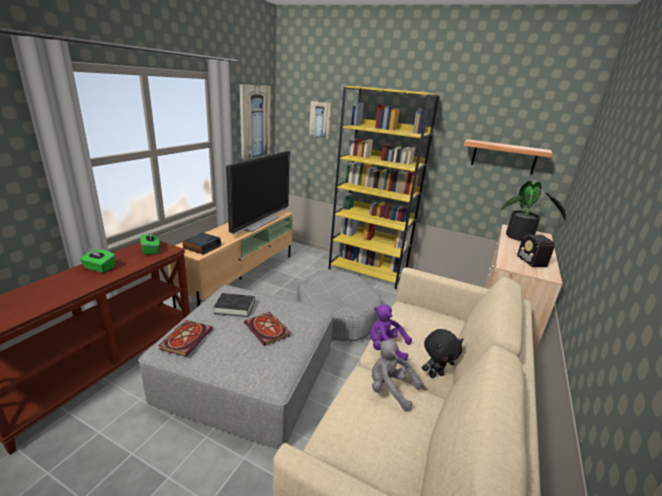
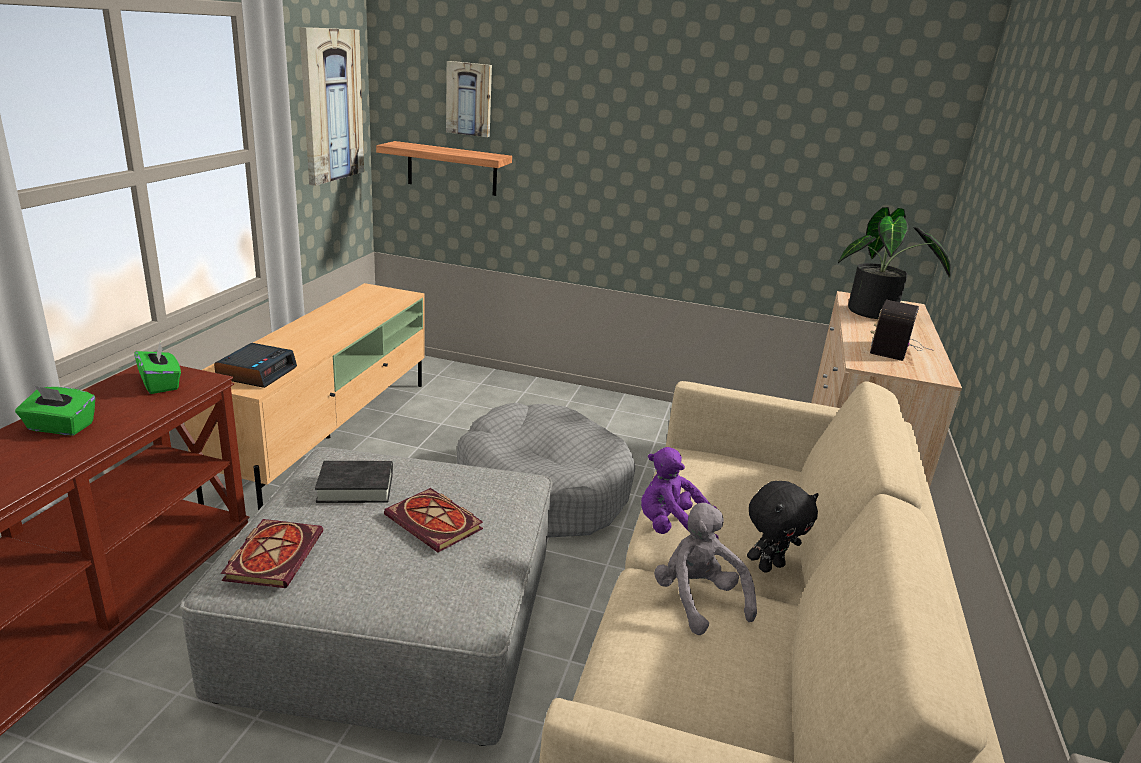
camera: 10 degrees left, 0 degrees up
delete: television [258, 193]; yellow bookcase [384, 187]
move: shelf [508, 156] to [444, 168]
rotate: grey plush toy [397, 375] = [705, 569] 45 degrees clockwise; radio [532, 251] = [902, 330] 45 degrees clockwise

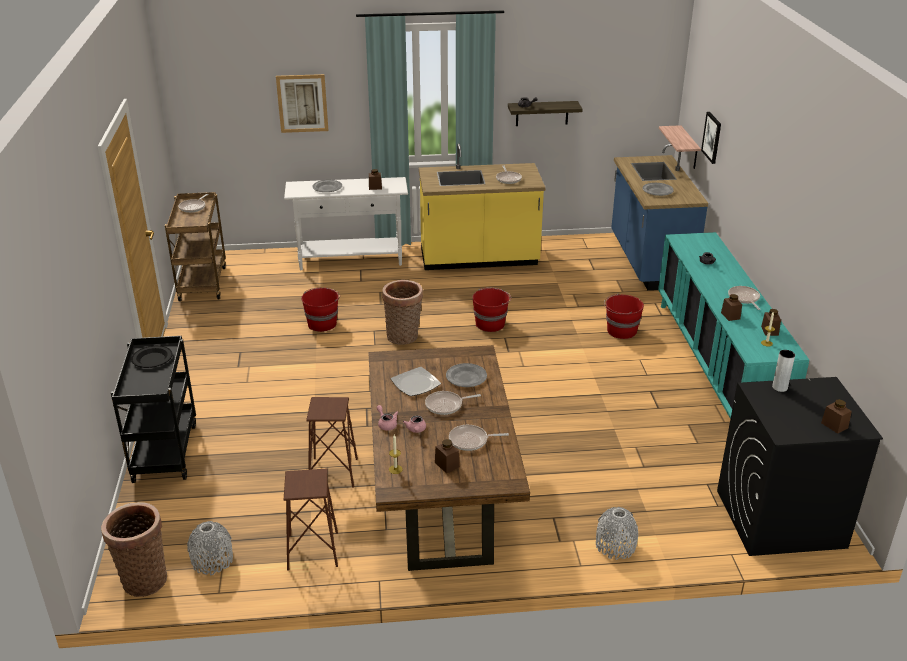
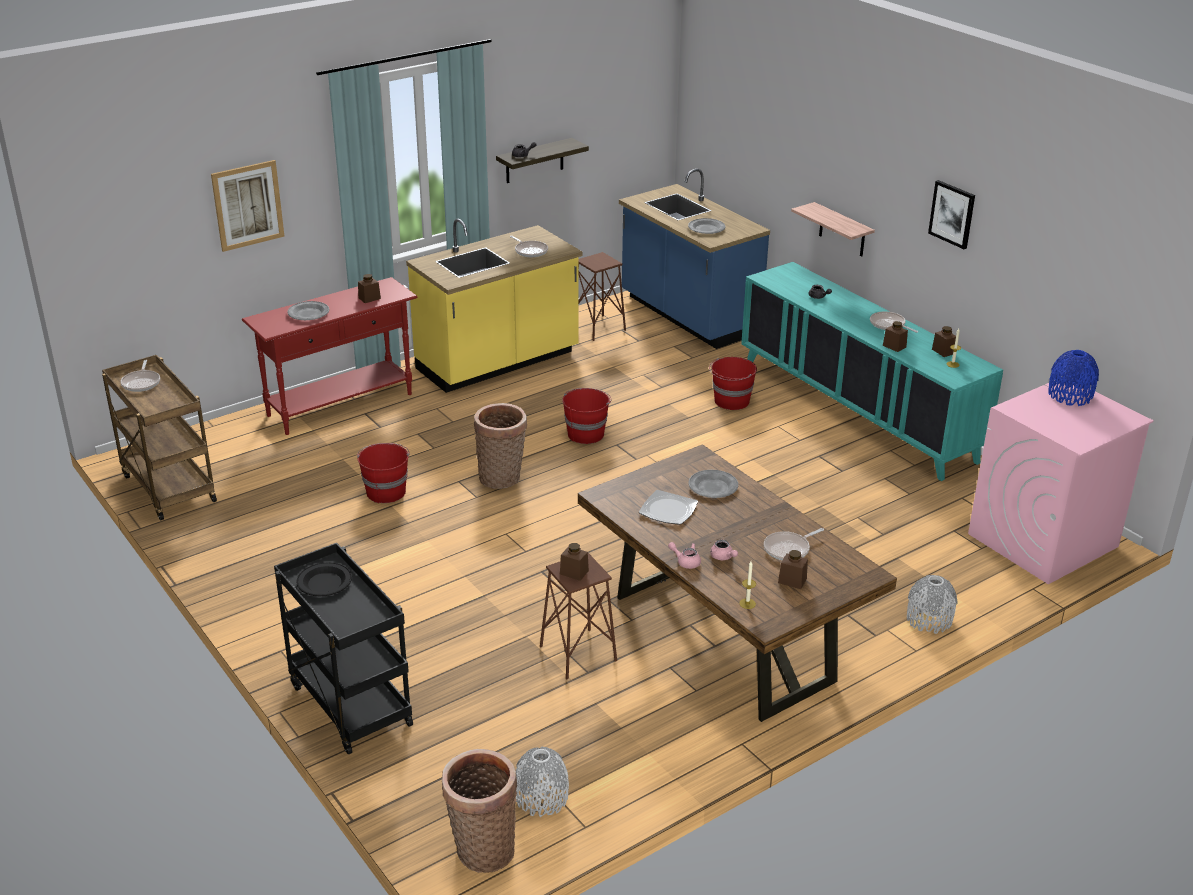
camera: 30 degrees left, 0 degrees up
delete: frying pan [453, 403]; grey vase [783, 371]
insert: blue vase [1073, 378]
move: brown jar [836, 416] to [574, 562]; brown stool [311, 520] to [602, 296]; shelf [680, 147] to [833, 229]; picture [711, 138] to [951, 214]
recolor: white console table [346, 223] to red console table [329, 356]; black washing machine [800, 466] to pink washing machine [1061, 480]

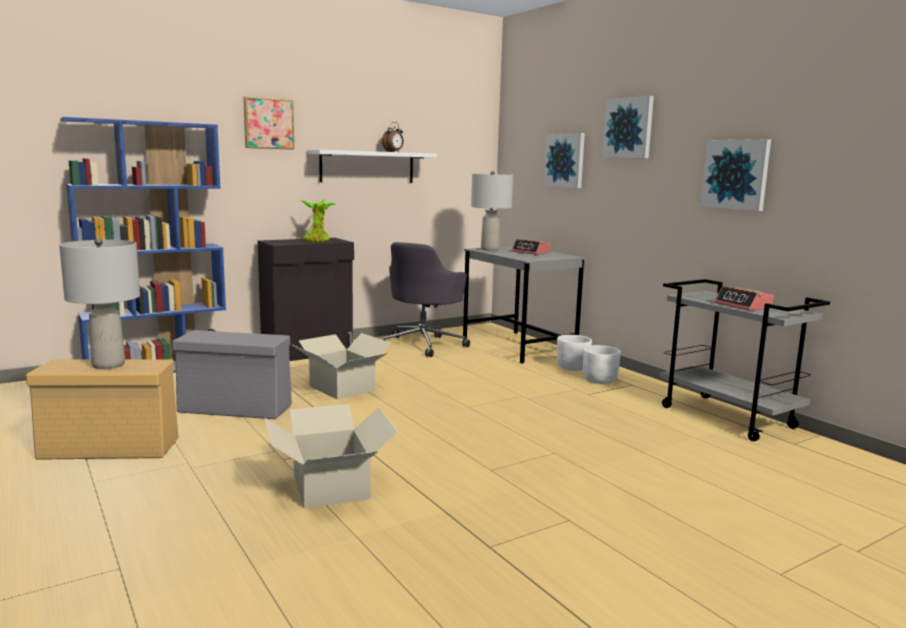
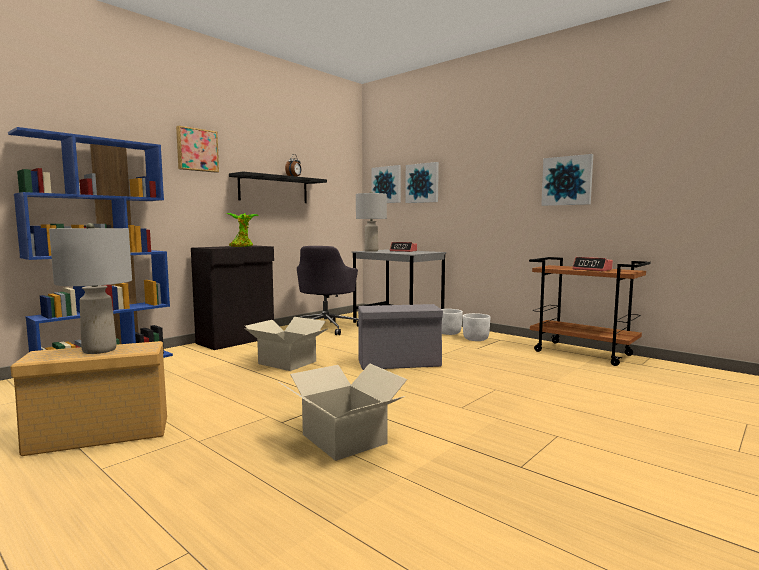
camera: 15 degrees left, 5 degrees down
move: grey storage box [232, 374] to [400, 337]; picture [628, 127] to [386, 184]
recolor: white shelf [372, 166] to black shelf [278, 187]; grey cart [744, 360] to brown cart [590, 311]

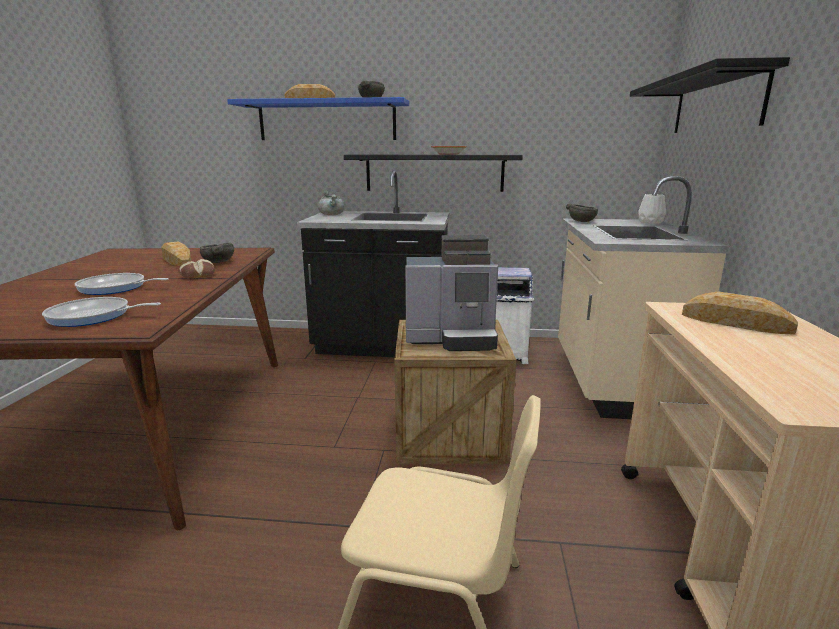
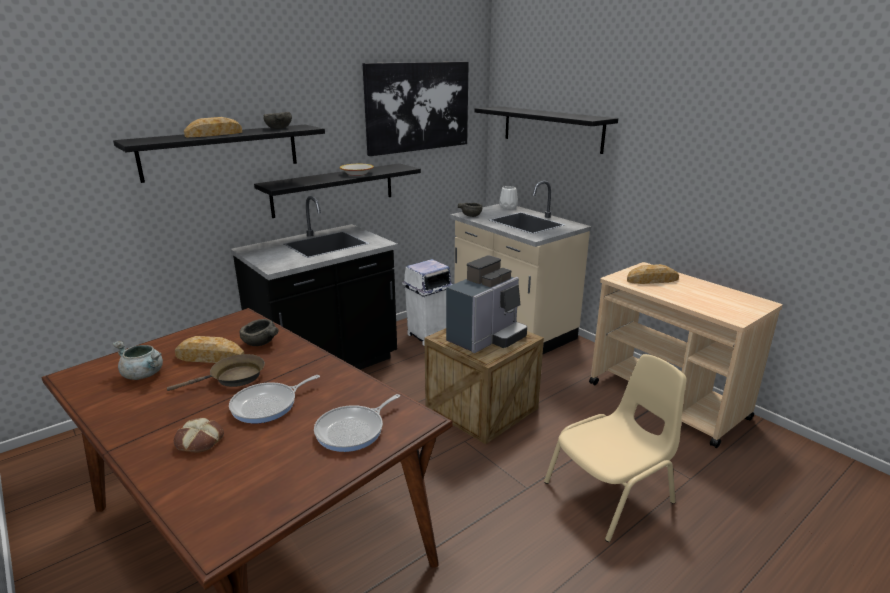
camera: 45 degrees left, 5 degrees up
insert: brown frying pan [216, 372]; picture [416, 109]
move: grey cooking pot [331, 203] to [137, 360]; bread [196, 269] to [199, 435]
recolor: blue shelf [318, 118] to black shelf [219, 154]

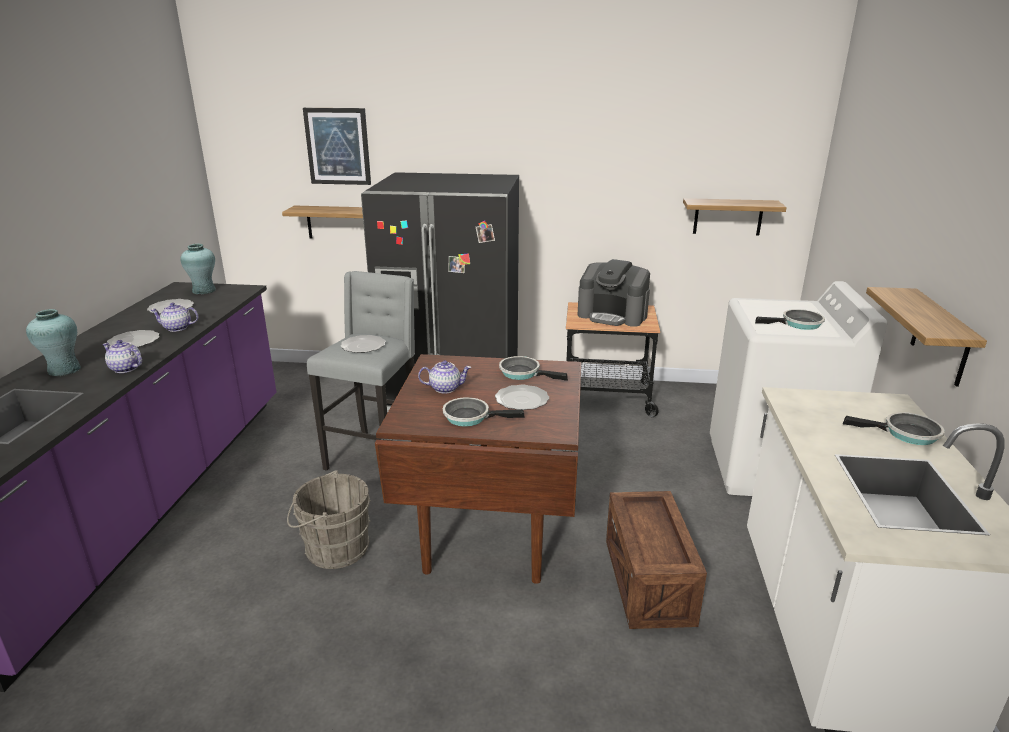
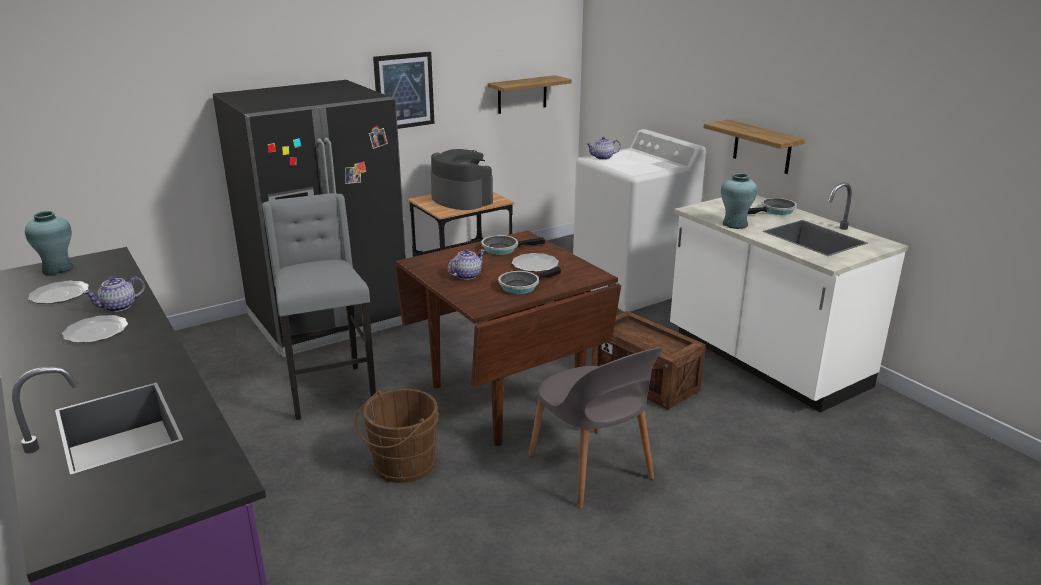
camera: 40 degrees left, 0 degrees up
delete: shelf [322, 221]; plate [363, 344]; frying pan [790, 319]
insert: grey chair [595, 427]
move: picture [337, 146] to [403, 90]; teapot [122, 356] to [603, 148]; turquoise vase [53, 342] to [739, 201]
recolor: grey bucket [329, 519] to brown bucket [396, 436]
rotate: coffee machine [613, 293] = [462, 179] 120 degrees counterclockwise

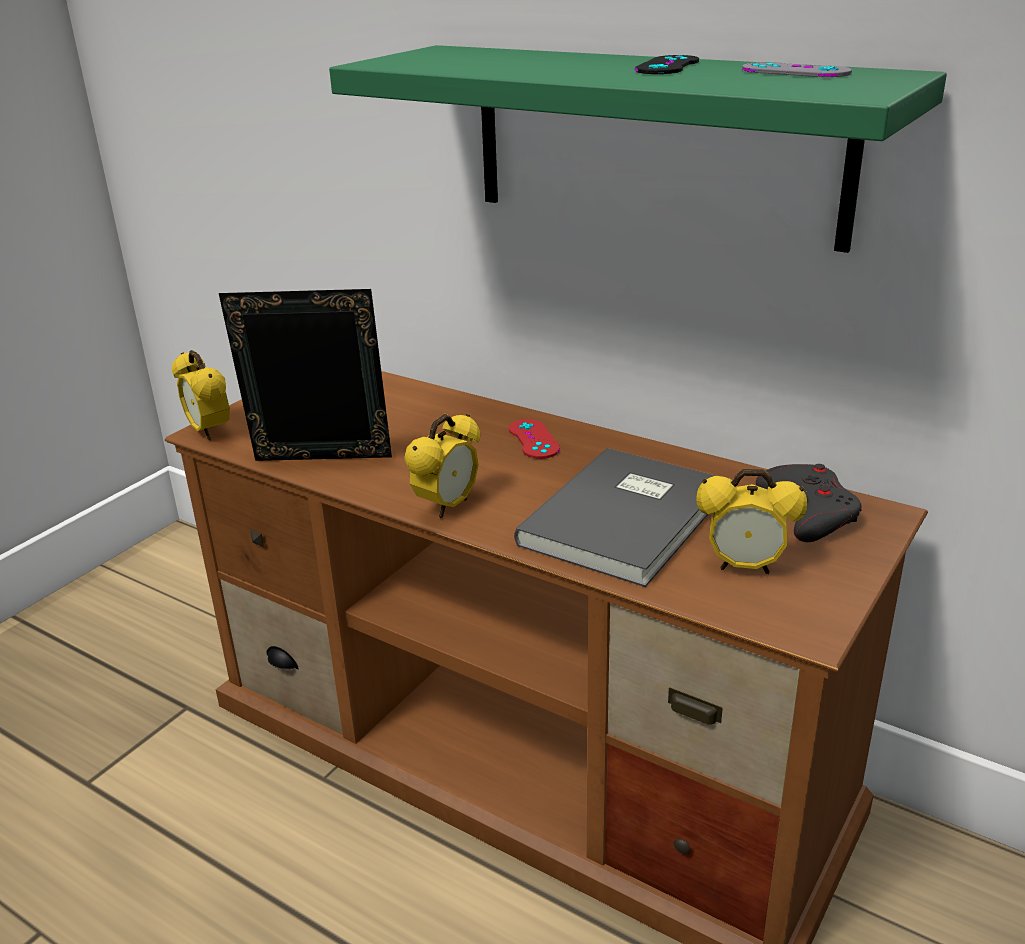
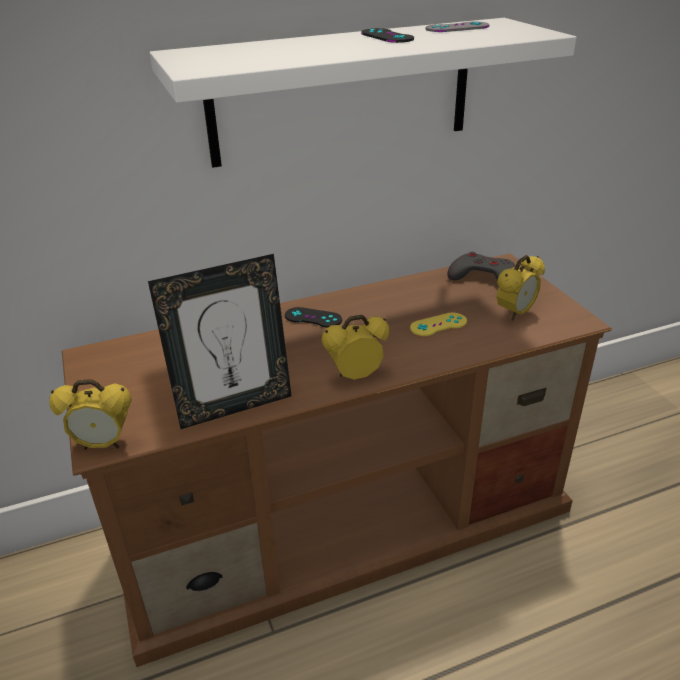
camera: 55 degrees left, 5 degrees up
replace: grey book [615, 517] to yellow game controller [438, 324]
recolor: green shelf [638, 149] to white shelf [363, 93]; red game controller [534, 439] to black game controller [313, 317]
rotate: picture frame [305, 375] = [220, 341] 150 degrees counterclockwise; alarm clock [442, 466] = [355, 347] 90 degrees counterclockwise

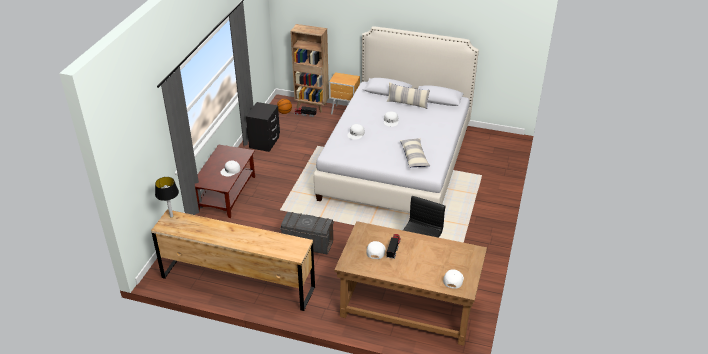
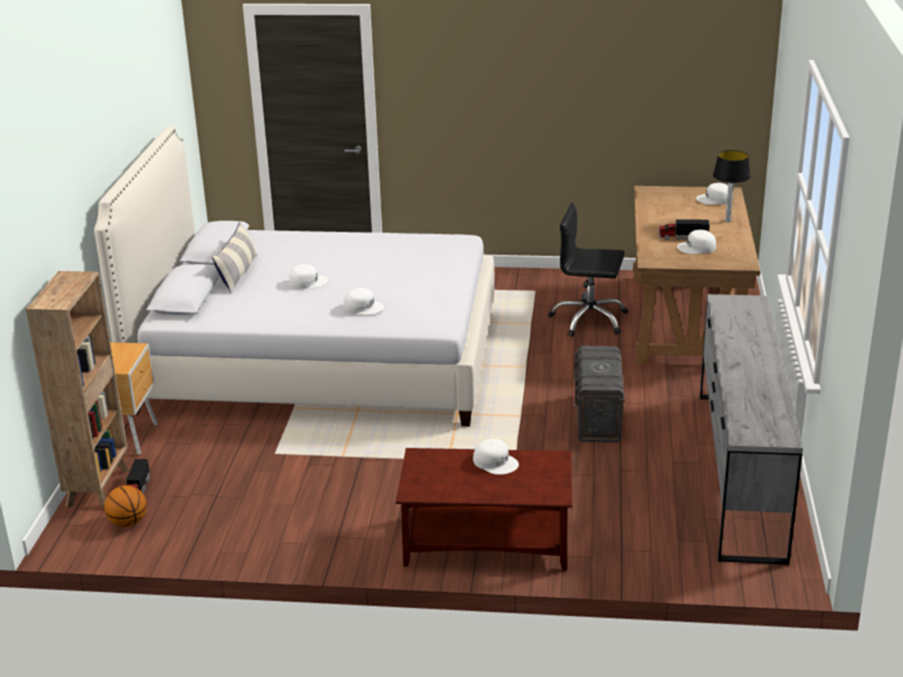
camera: 100 degrees left, 10 degrees down
delete: black nightstand [263, 127]; pillow [414, 153]
move: table lamp [167, 197] to [732, 186]
recolor: brown dresser [233, 260] to grey dresser [751, 429]

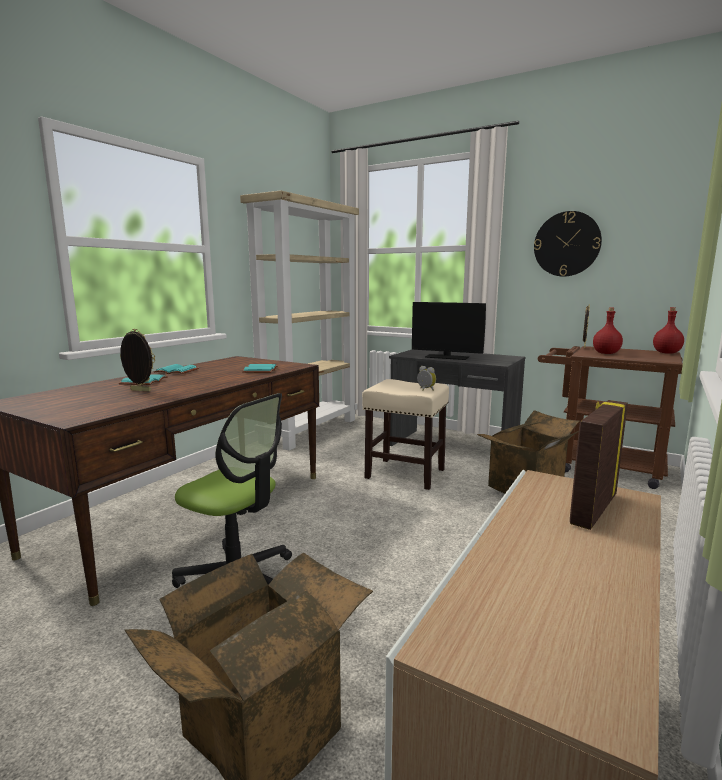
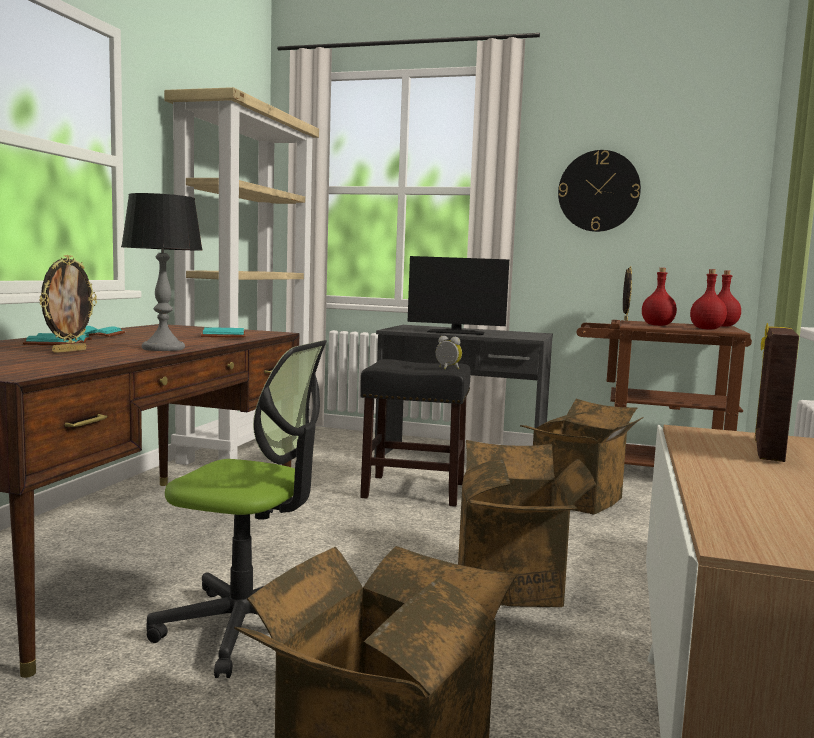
camera: 15 degrees left, 5 degrees down
insert: table lamp [162, 272]; cardboard box [527, 523]; red bottle [708, 299]
recolor: beige stool [405, 434] to black stool [415, 433]
rotate: picture frame [137, 360] = [68, 304] 120 degrees clockwise

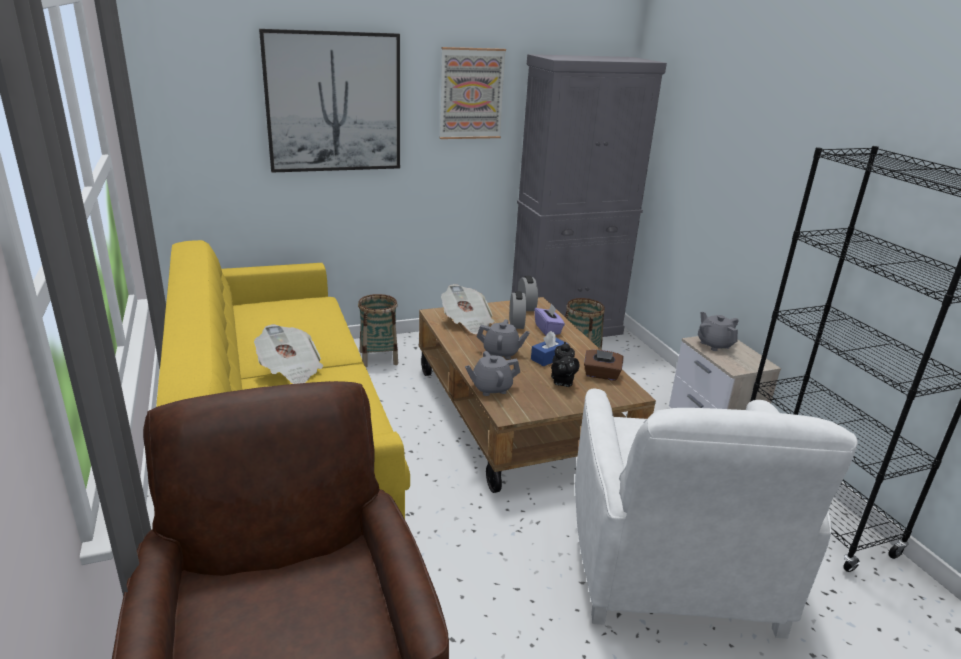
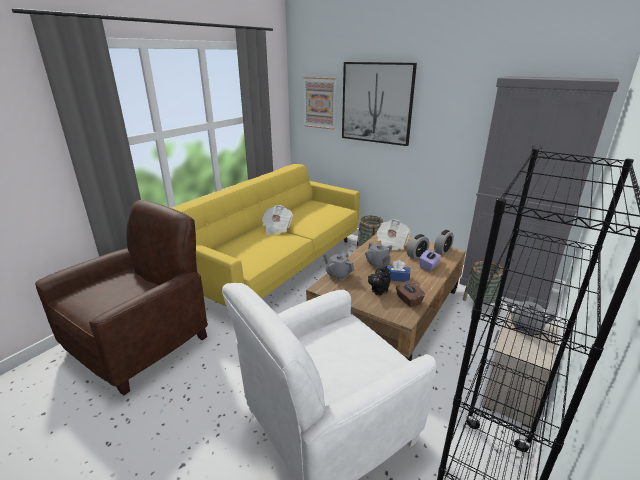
camera: 55 degrees right, 0 degrees up
move: picture [472, 93] to [320, 103]

